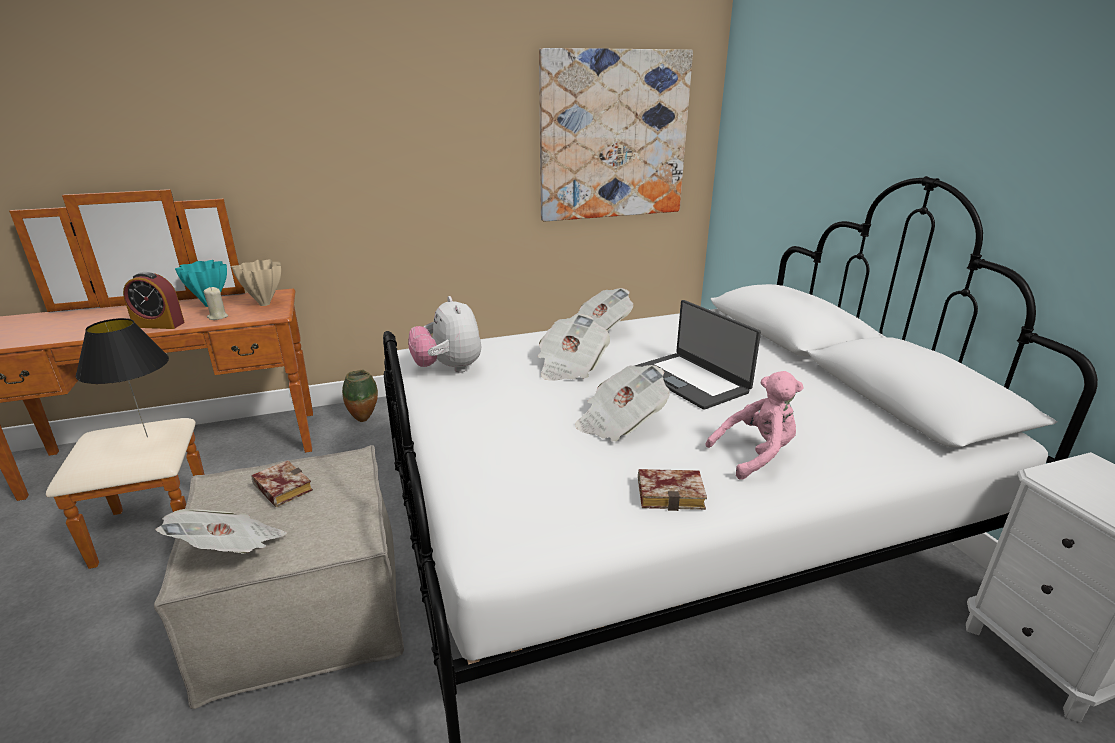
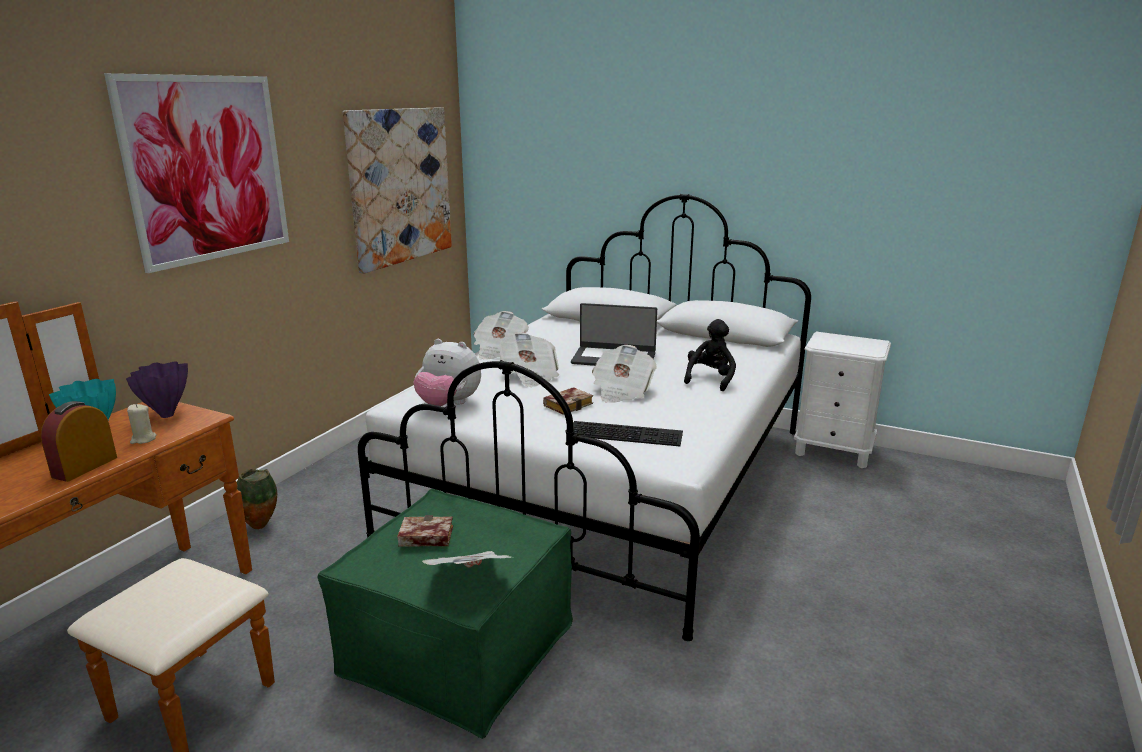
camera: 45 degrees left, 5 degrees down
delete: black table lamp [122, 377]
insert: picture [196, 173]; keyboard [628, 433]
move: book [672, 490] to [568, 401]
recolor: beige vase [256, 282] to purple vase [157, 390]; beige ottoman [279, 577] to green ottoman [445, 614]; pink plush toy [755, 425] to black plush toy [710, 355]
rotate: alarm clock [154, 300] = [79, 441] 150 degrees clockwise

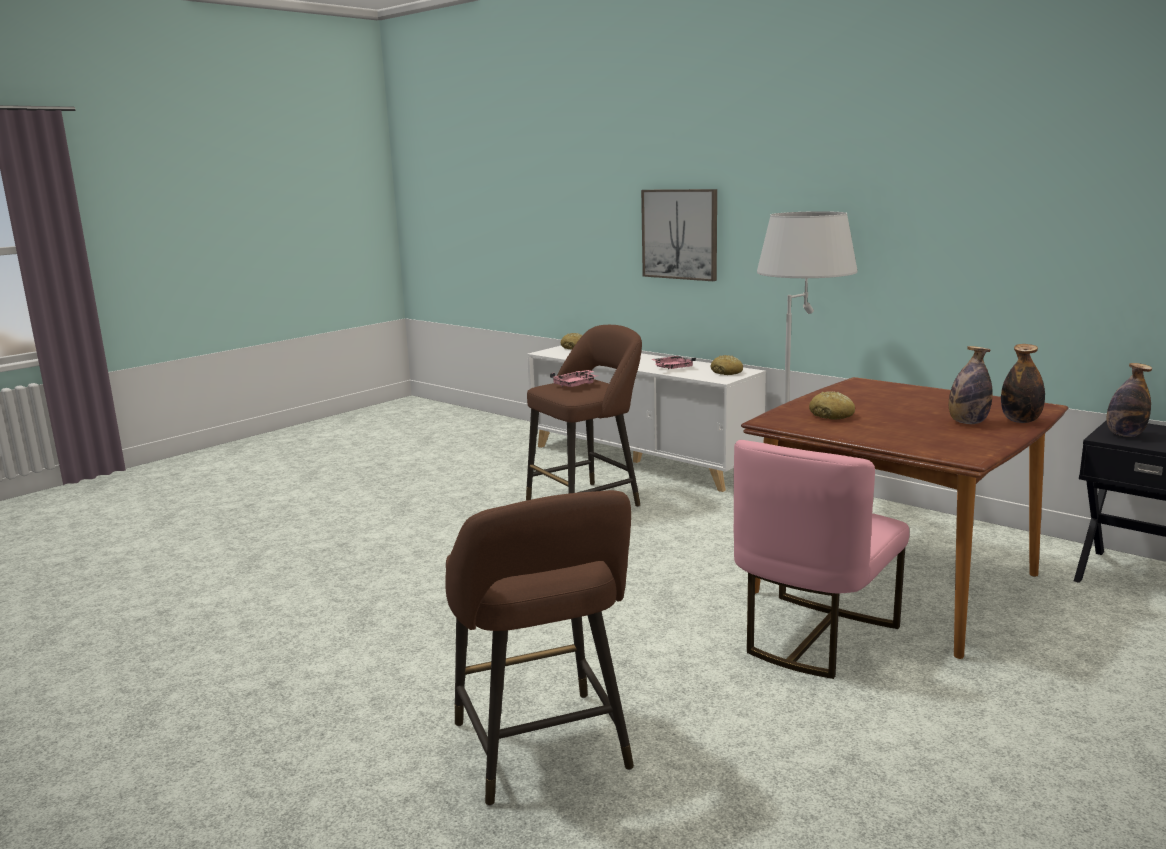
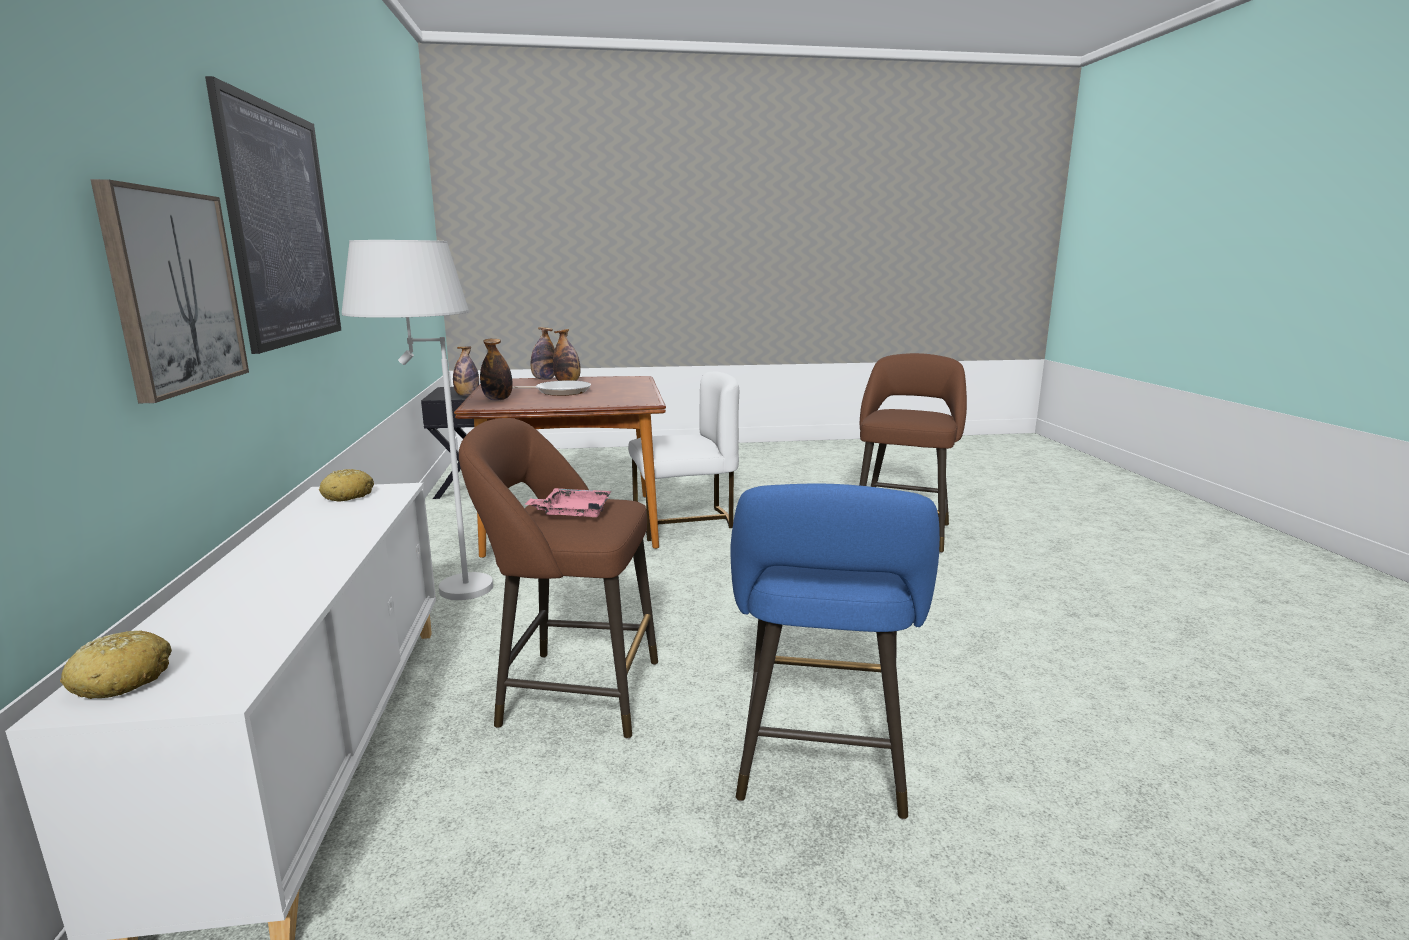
camera: 140 degrees left, 0 degrees up
delete: pink tray [673, 362]; bread [832, 405]
insert: picture [273, 215]; bottle [496, 370]; frying pan [551, 388]; blue stool [835, 652]
recolor: pink chair [822, 559] to white chair [683, 456]

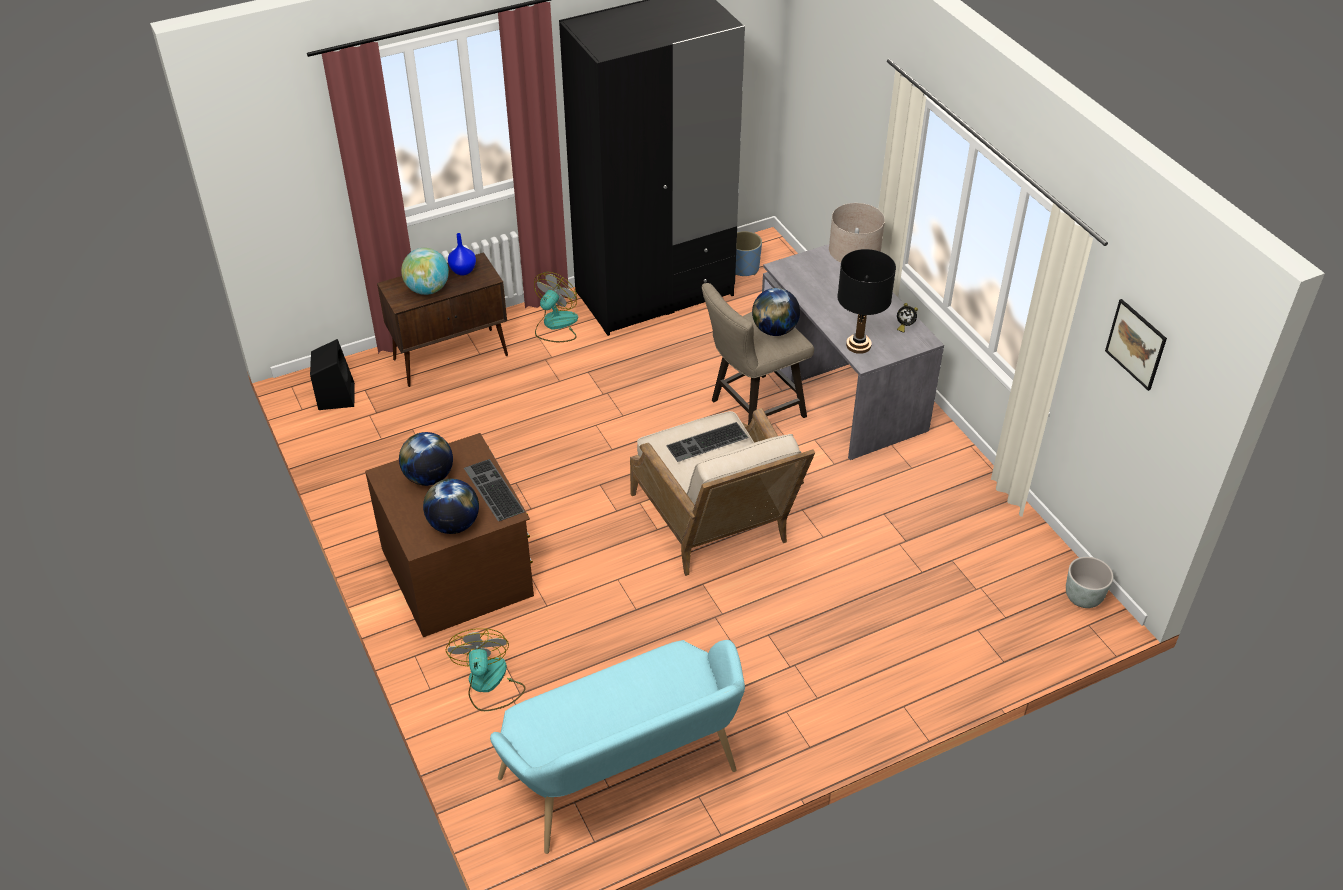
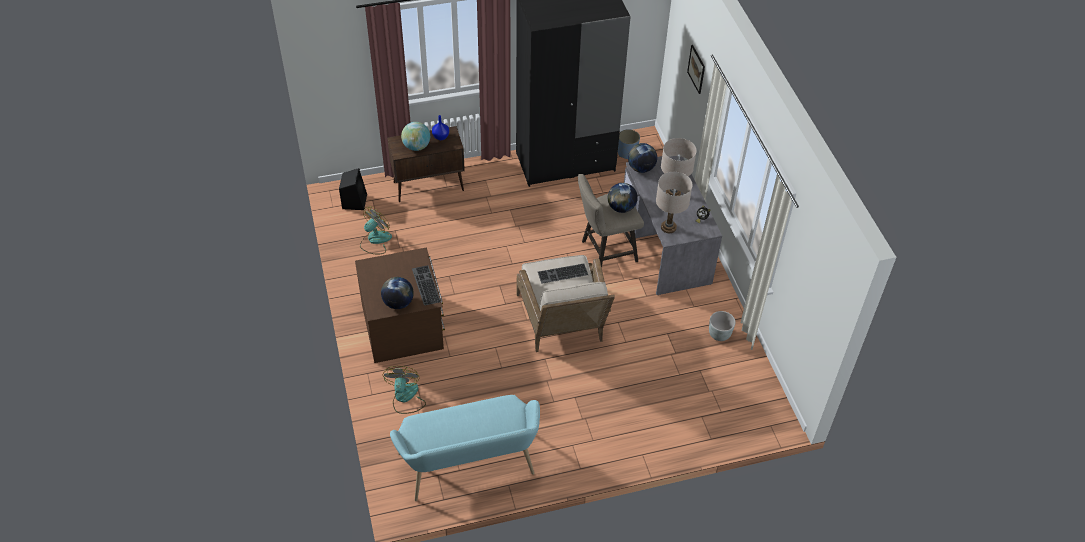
camera: 10 degrees right, 5 degrees up
move: fan [556, 307] to [376, 230]; globe [426, 459] to [642, 158]; picture [1136, 345] to [696, 69]; grey planter [1090, 582] to [722, 326]
recolor: black table lamp [866, 301] to beige table lamp [674, 202]

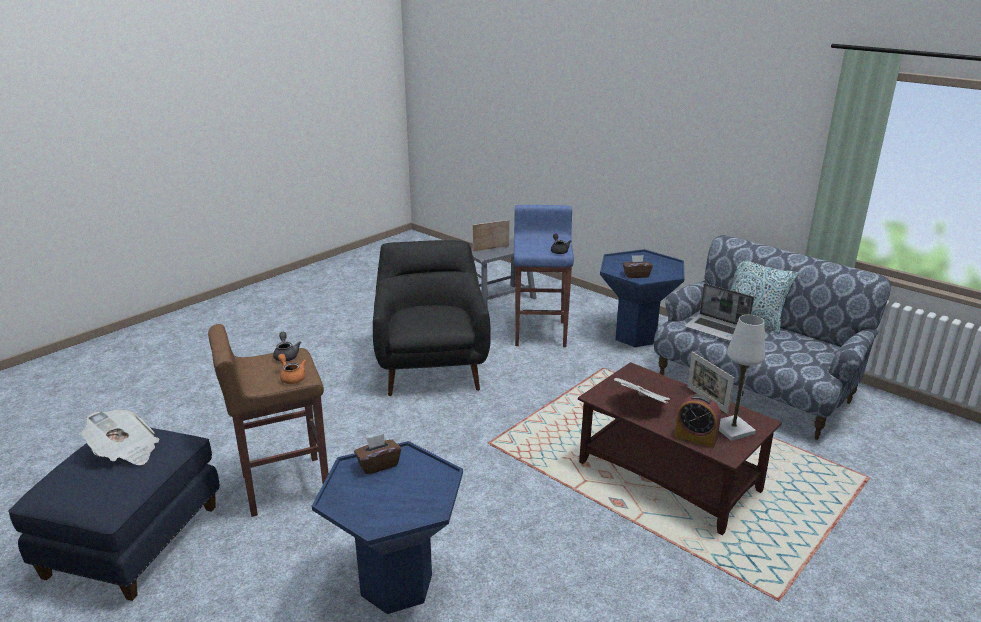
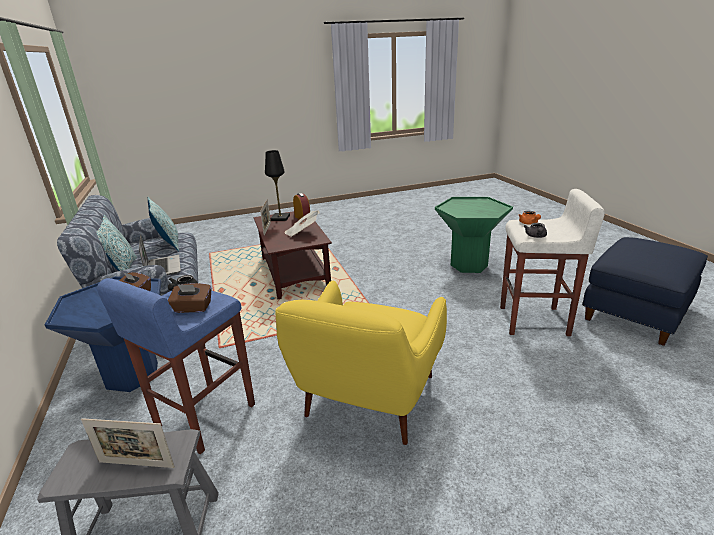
camera: 150 degrees left, 0 degrees up
delete: newspaper [120, 437]
insert: pillow [163, 224]
move: brown tissue box [377, 454] to [190, 298]
recolor: white table lamp [742, 378] to black table lamp [277, 185]; black armchair [432, 318] to yellow armchair [361, 363]; blue side table [387, 527] to green side table [474, 235]; brown stool [268, 420] to white stool [552, 262]

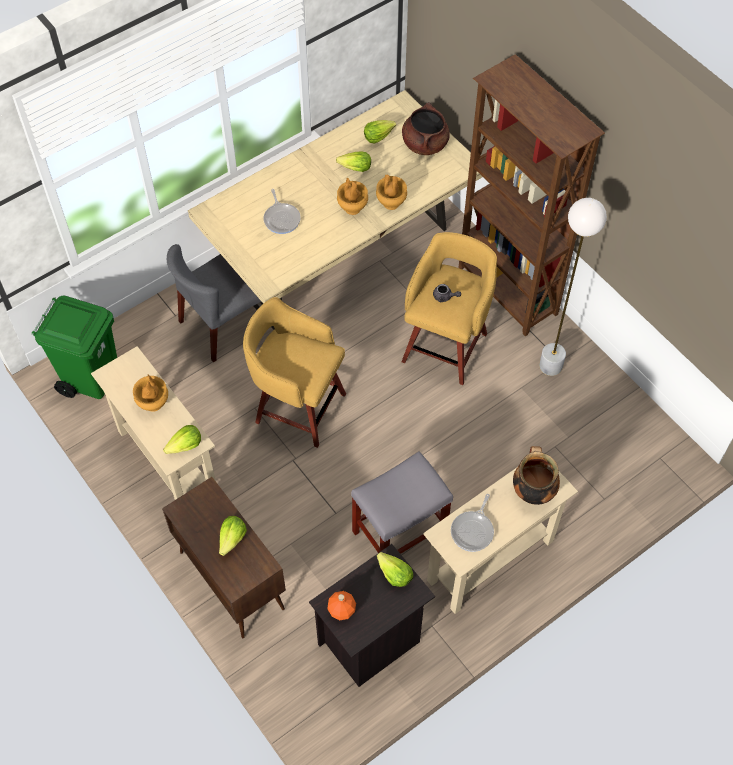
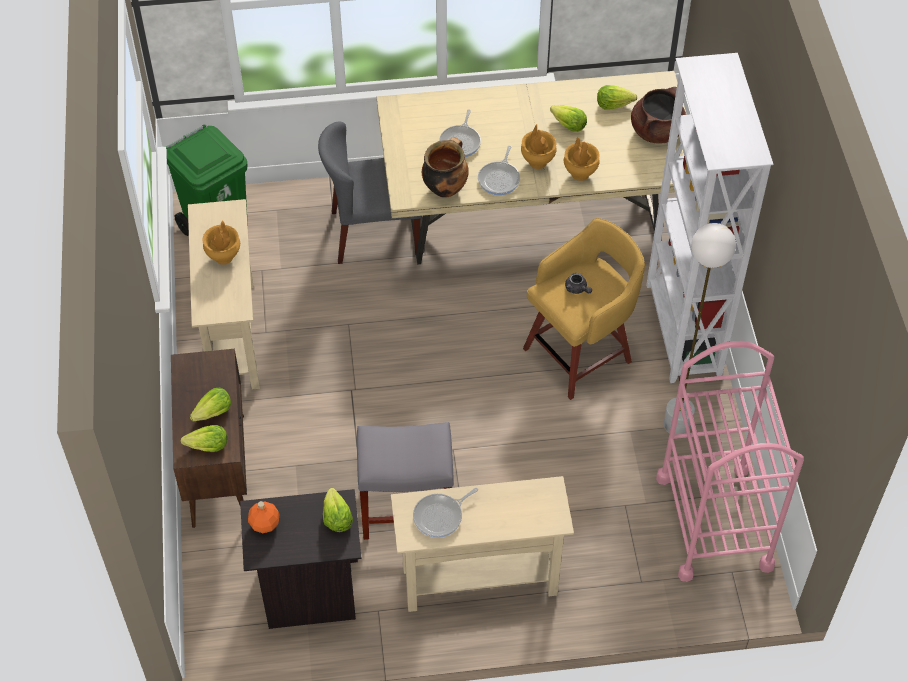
camera: 30 degrees right, 5 degrees down
delete: yellow stool [294, 372]
insert: frying pan [499, 170]; pink cart [730, 461]
move: lettuce [182, 439] to [203, 438]; cooking pot [536, 475] to [445, 167]
recolor: brown bookcase [531, 195] to white bookcase [710, 218]

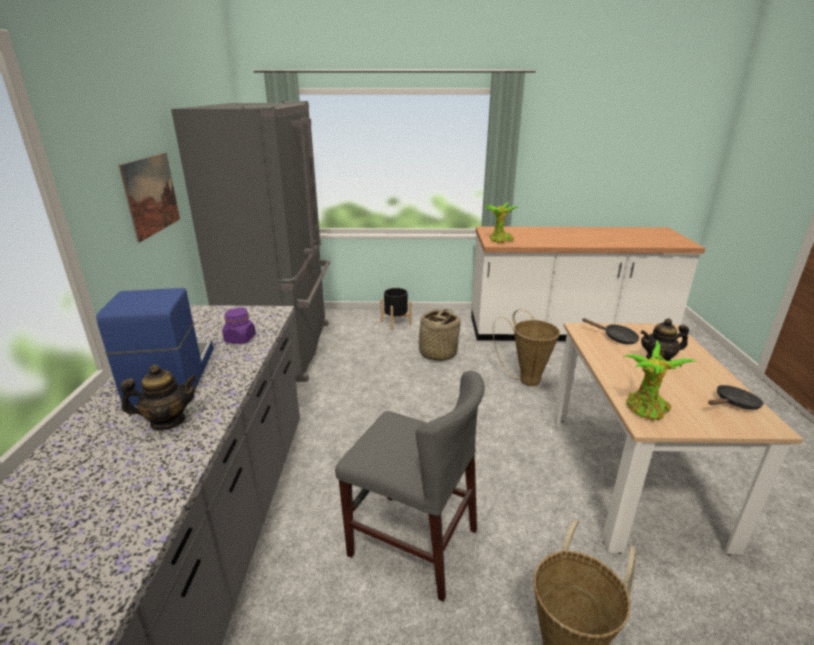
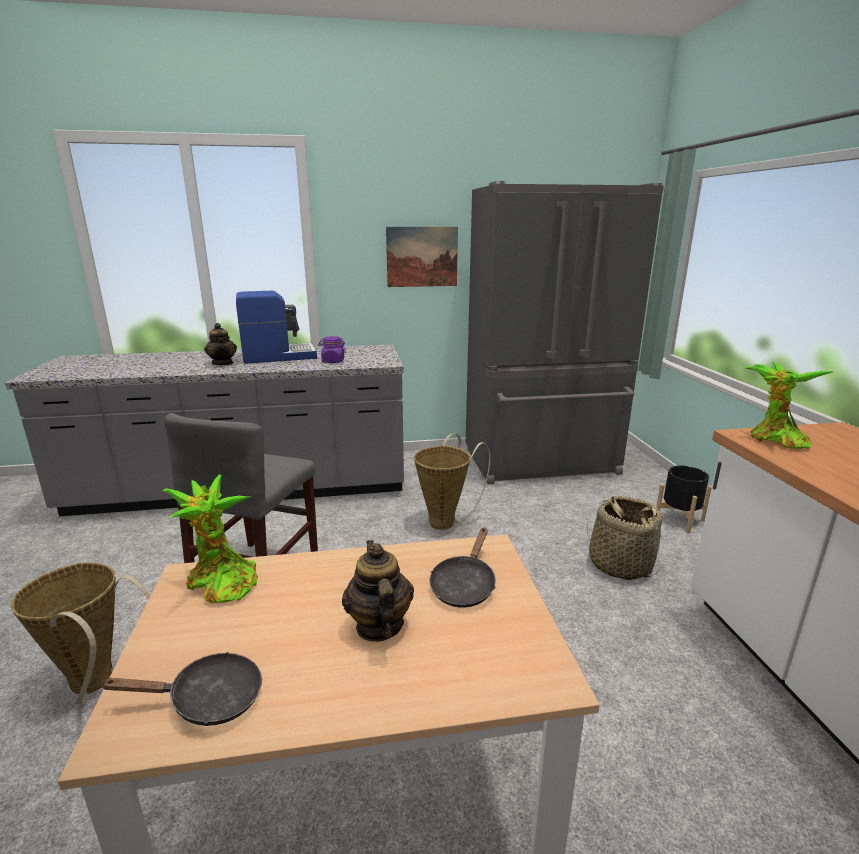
camera: 80 degrees right, 5 degrees down
move: basket [526, 347] to [452, 481]
rotate: black frying pan [736, 397] = [181, 689] 60 degrees counterclockwise

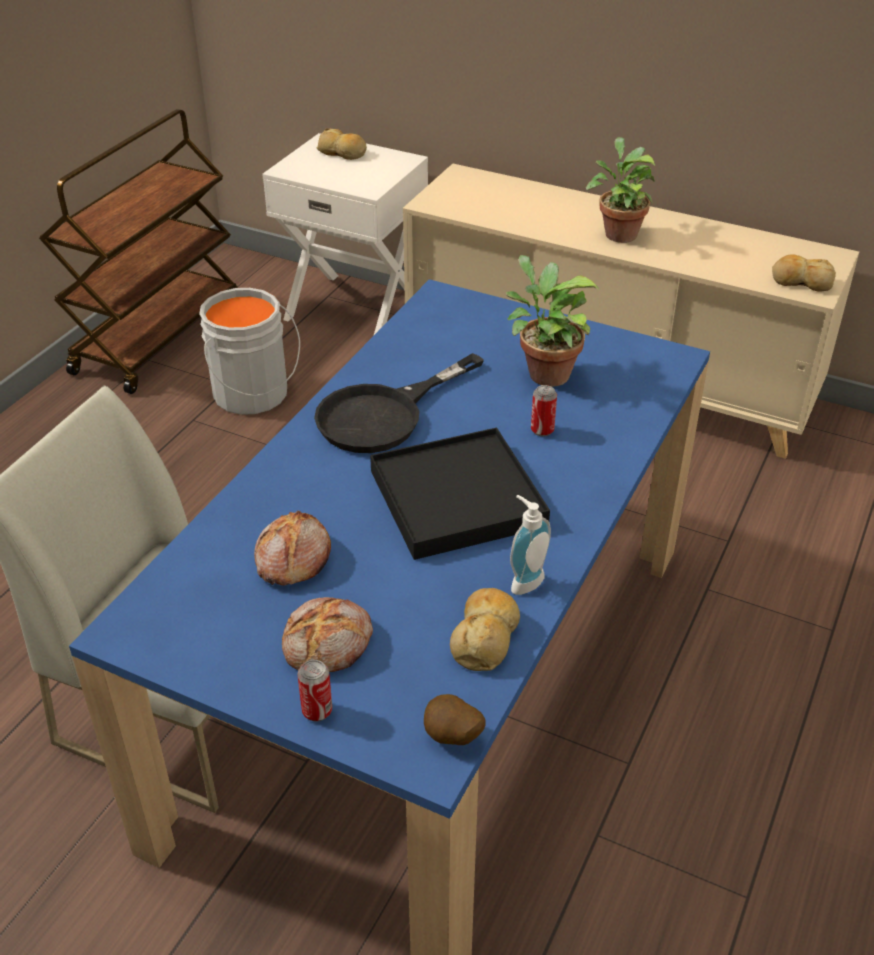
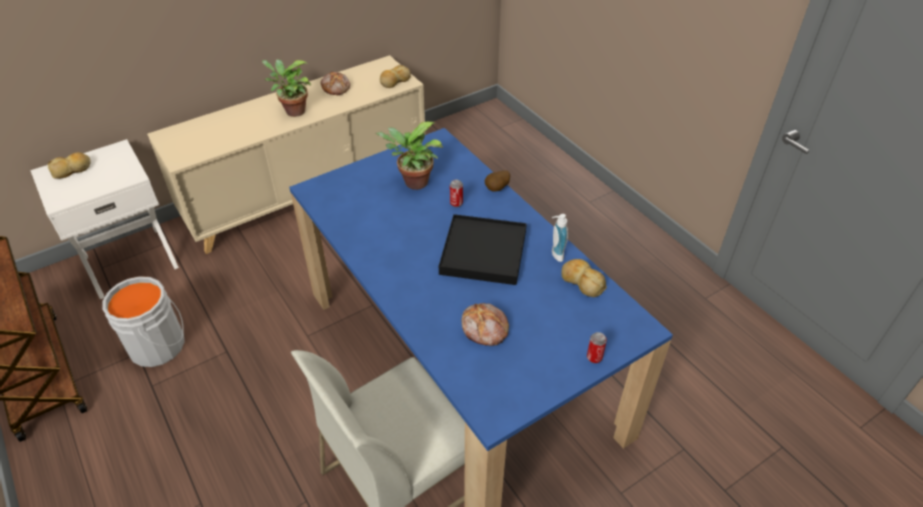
camera: 60 degrees left, 5 degrees up
delete: black frying pan [399, 403]
move: bread [327, 634] to [335, 83]; potato [455, 719] to [497, 181]

